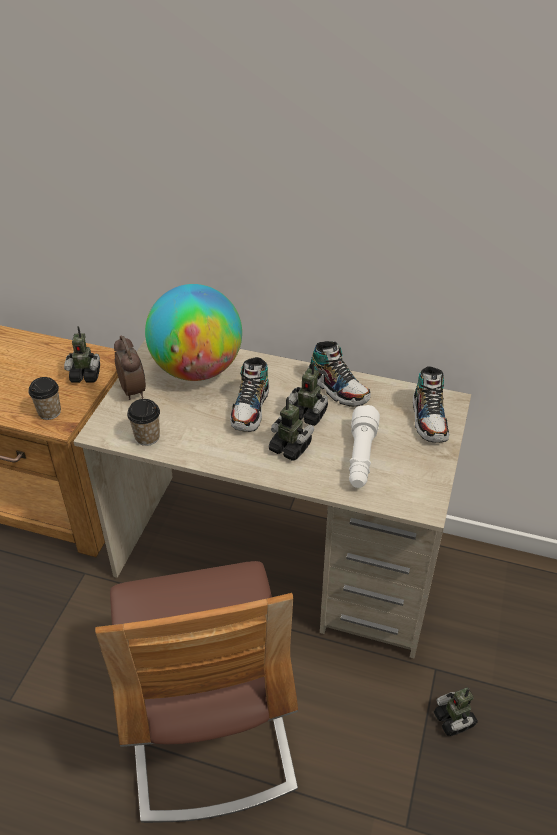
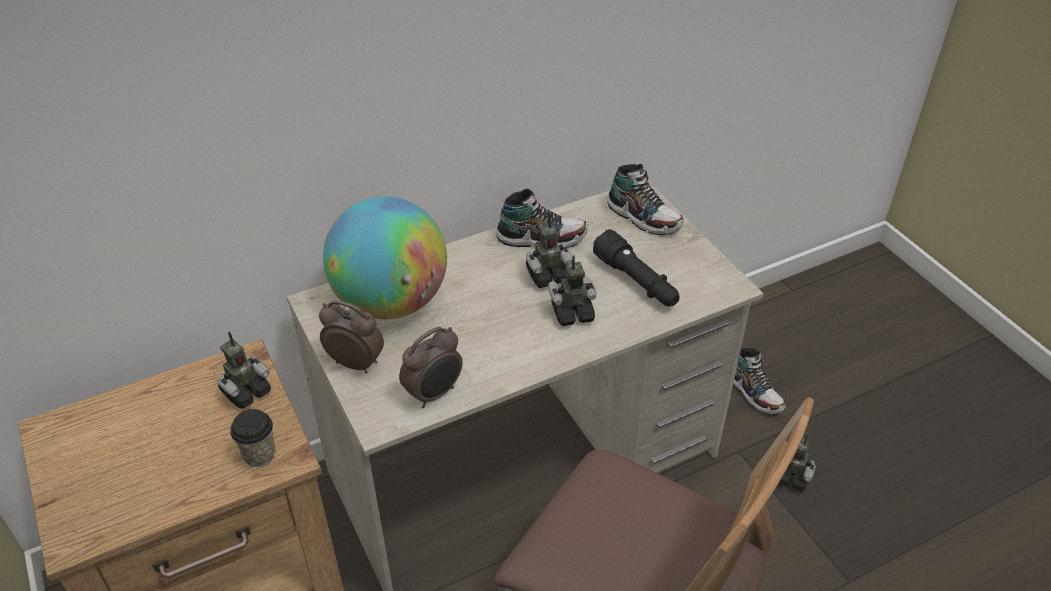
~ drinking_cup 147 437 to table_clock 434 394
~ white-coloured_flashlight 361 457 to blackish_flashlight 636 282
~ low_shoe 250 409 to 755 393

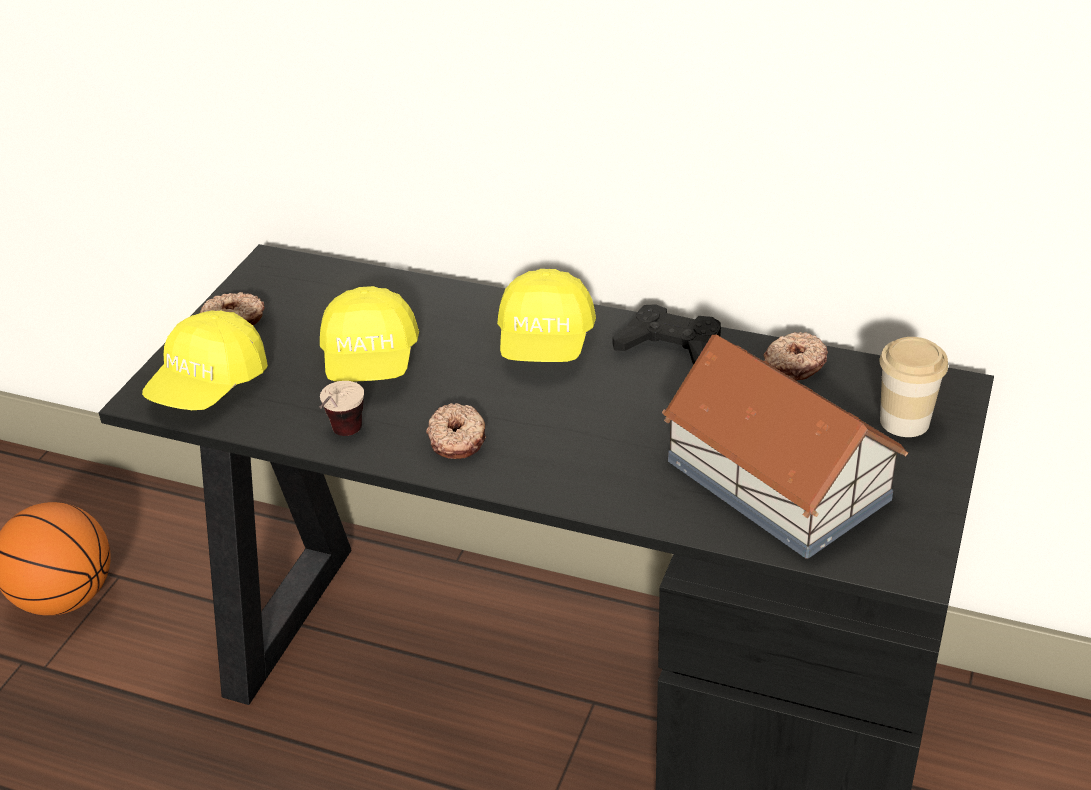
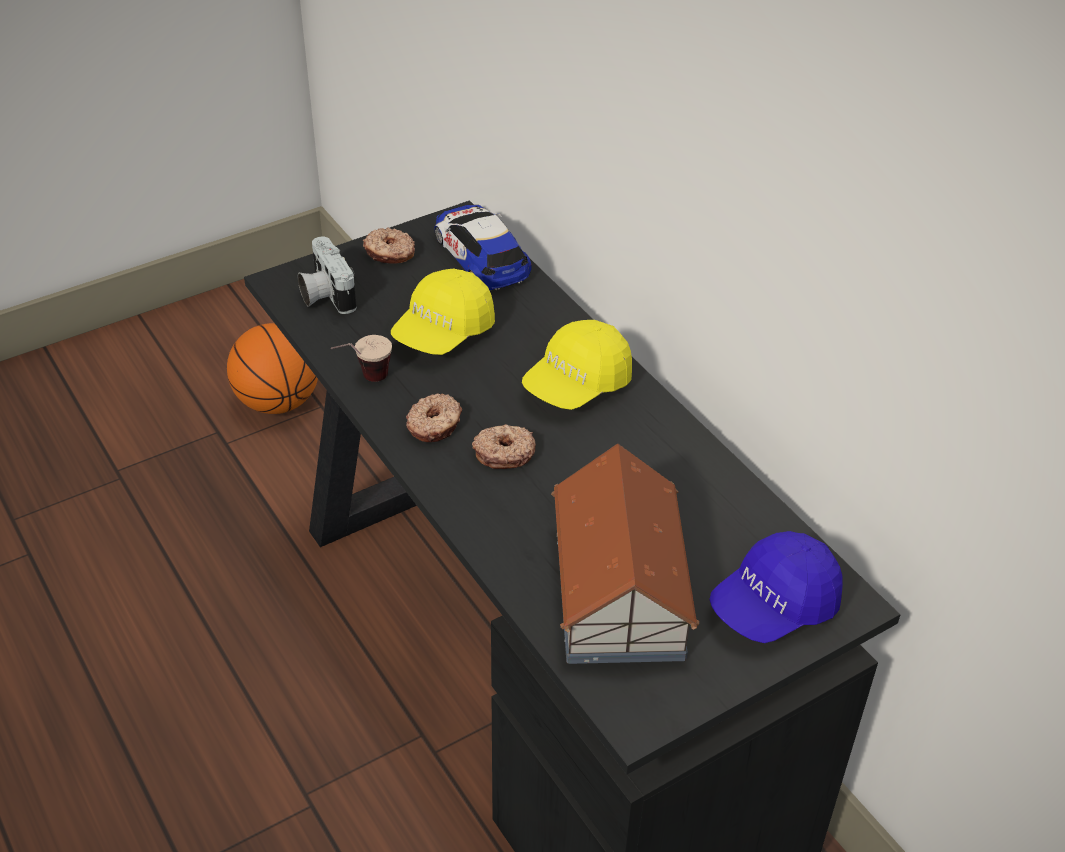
~ yellow_peaked_cap 208 386 to photo_camera 325 294
+ model_car 481 255
~ doughnut 793 364 to 504 453
~ drinking_cup 904 421 to blue-coloured_peaked_cap 774 606
- blackish_gamepad 671 346

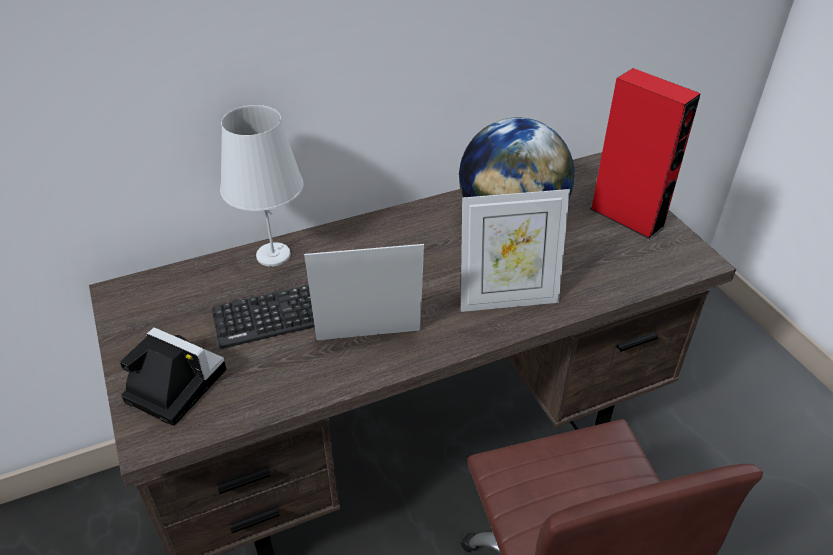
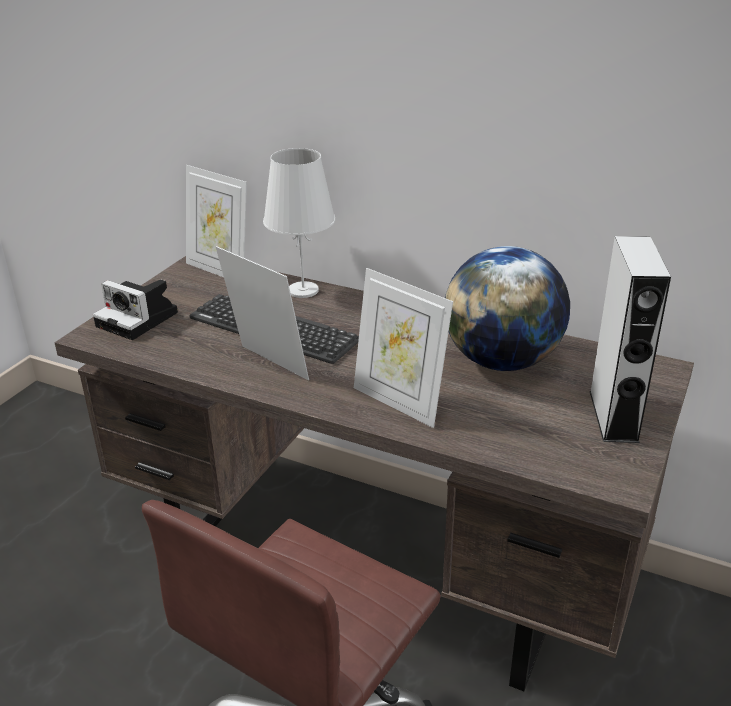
~ photo_camera 172 385 = 140 320 135 degrees clockwise
+ standing_frame 220 270
~ red_audio_speaker 627 217 to greyish_audio_speaker 613 416

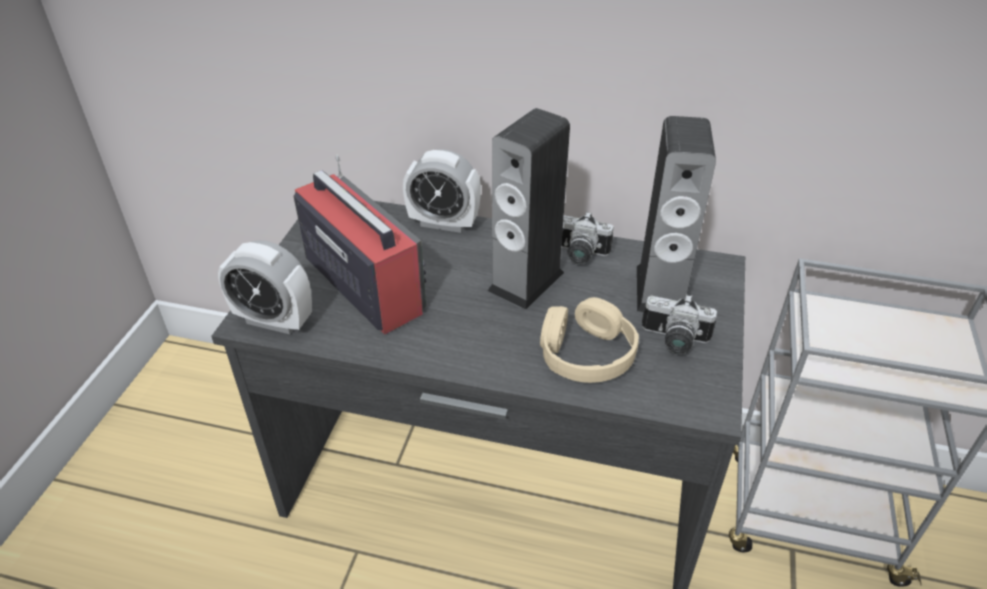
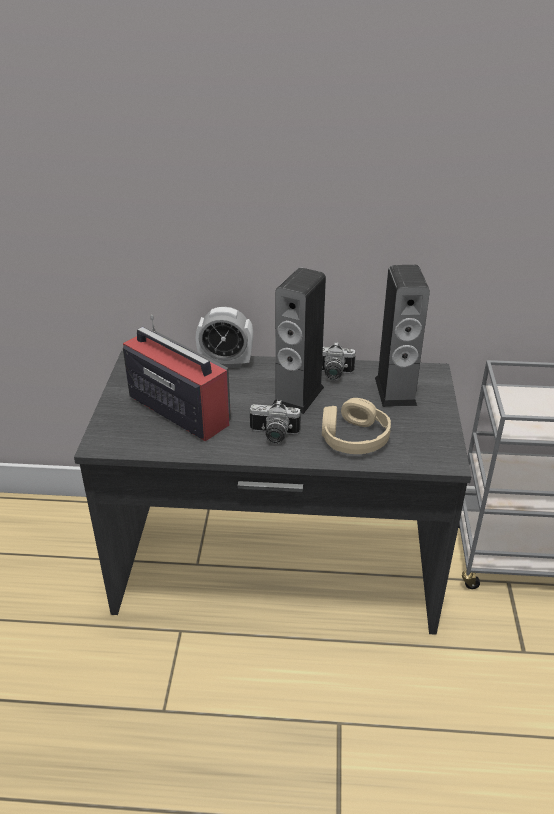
~ photo_camera 673 341 to 273 435
- table_clock 274 320

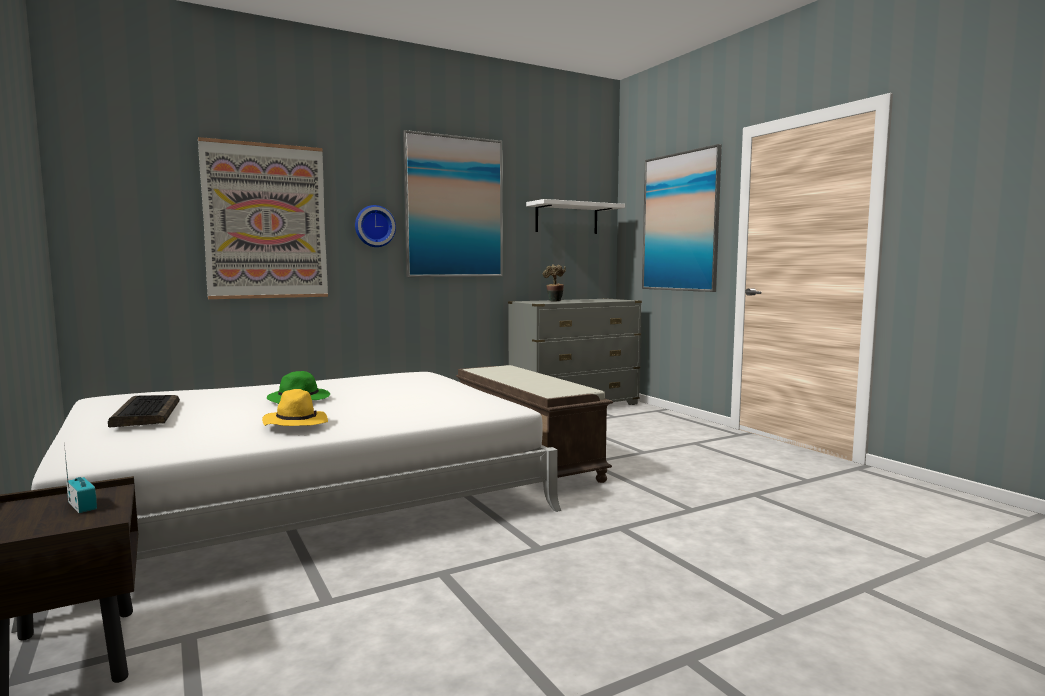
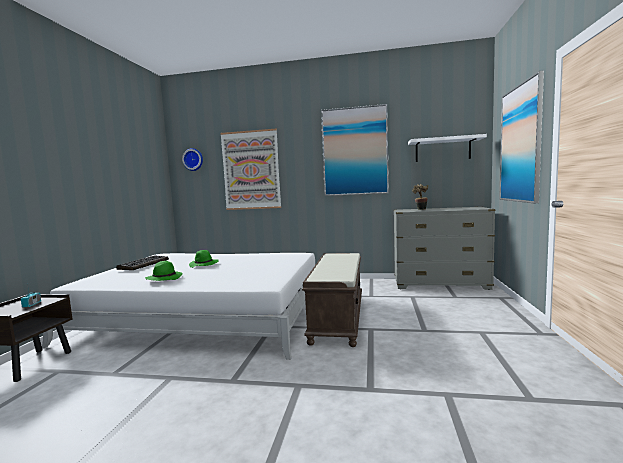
~ yellow_hat 295 423 to green-coloured_hat 164 278
~ hanging_clock 374 226 to 193 159

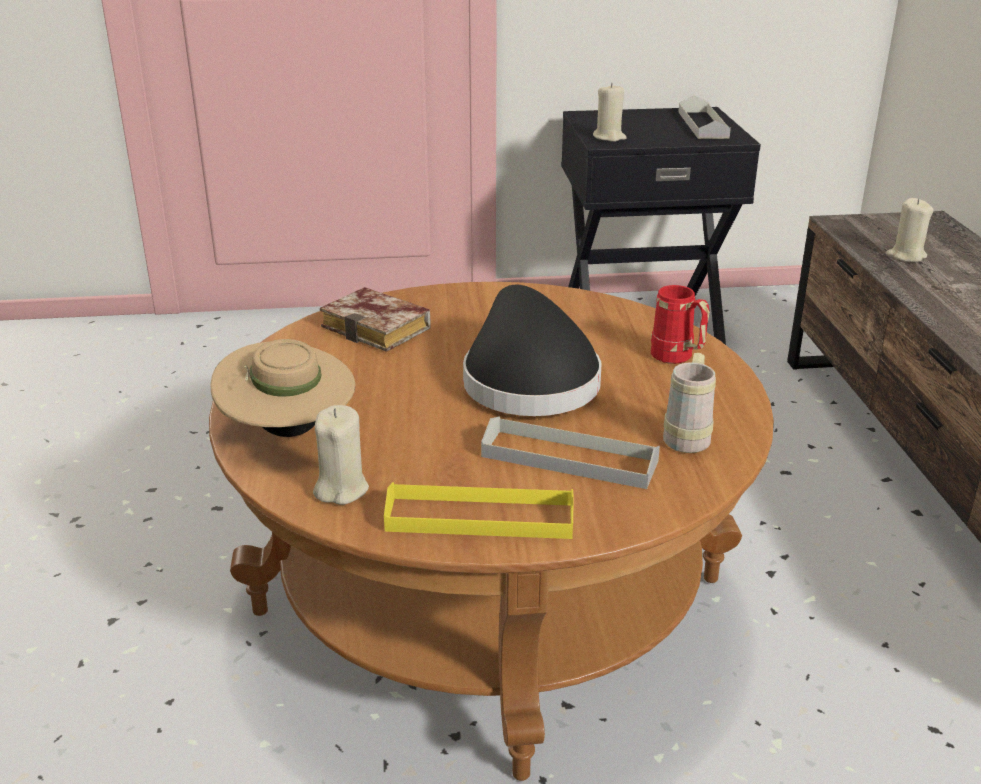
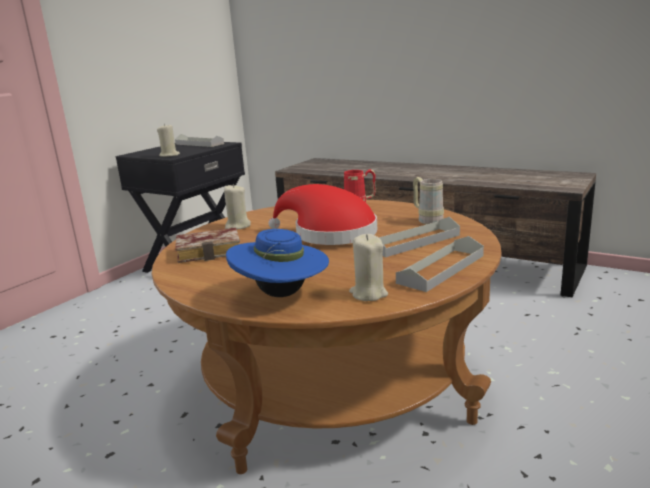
~ beige-coloured_wax_light 906 256 to 237 226
~ beige-coloured_hat 288 431 to blue-coloured_hat 282 295
~ blackish_hat 527 380 to red_hat 329 234
~ yellow_carrying_tray 480 517 to greyish_carrying_tray 441 269

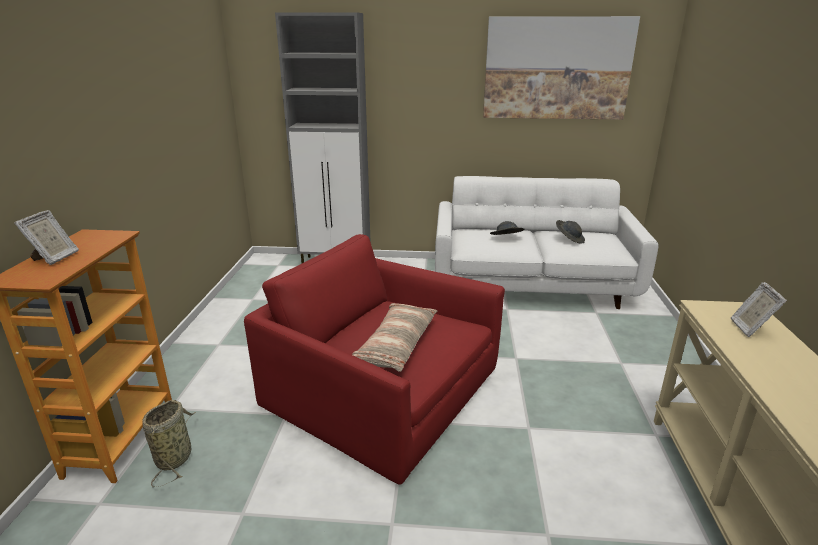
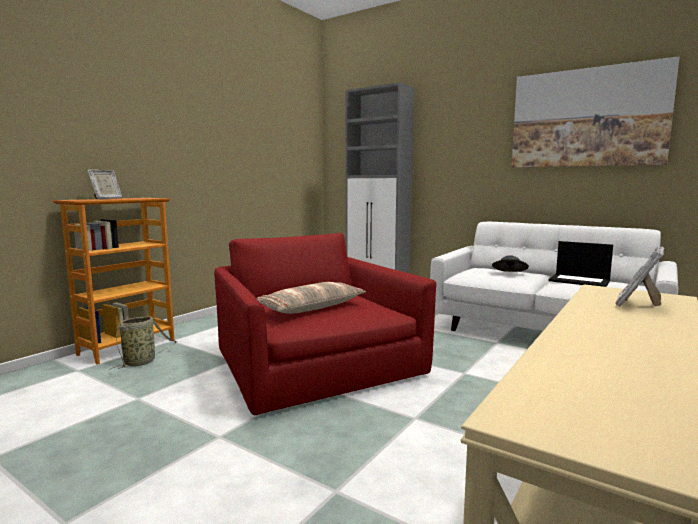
~ greyish_hat 569 239 to portable_computer 580 281

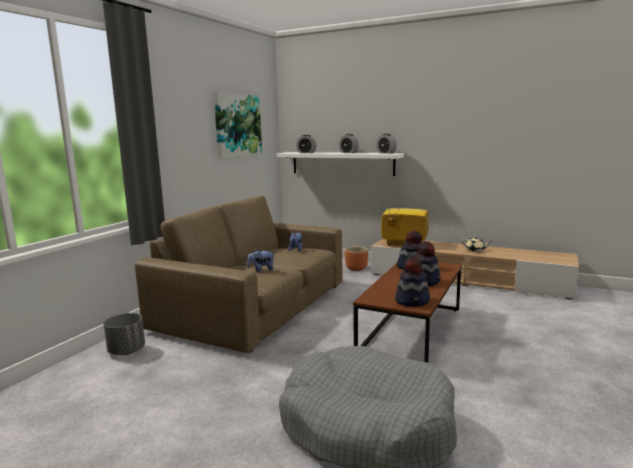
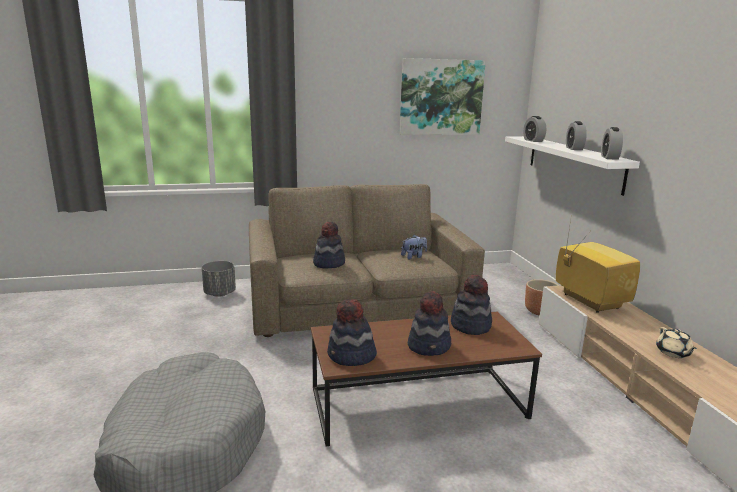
~ soft_toy 261 270 to hat 328 263

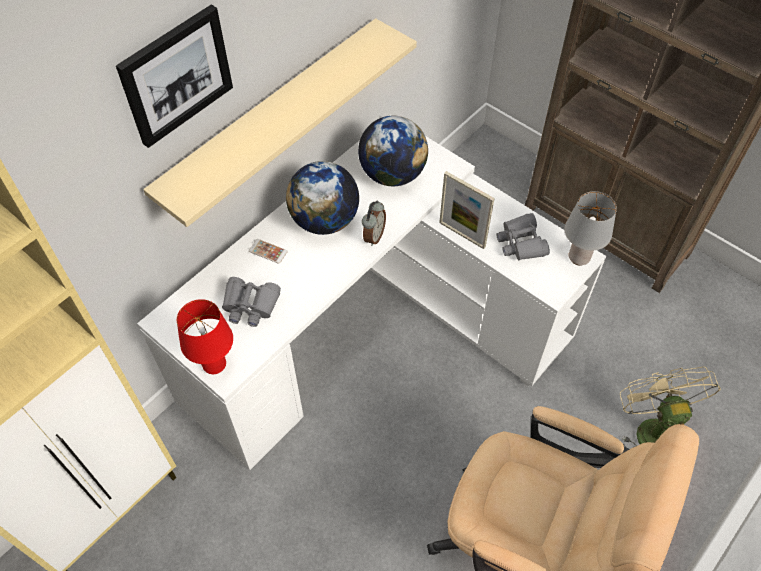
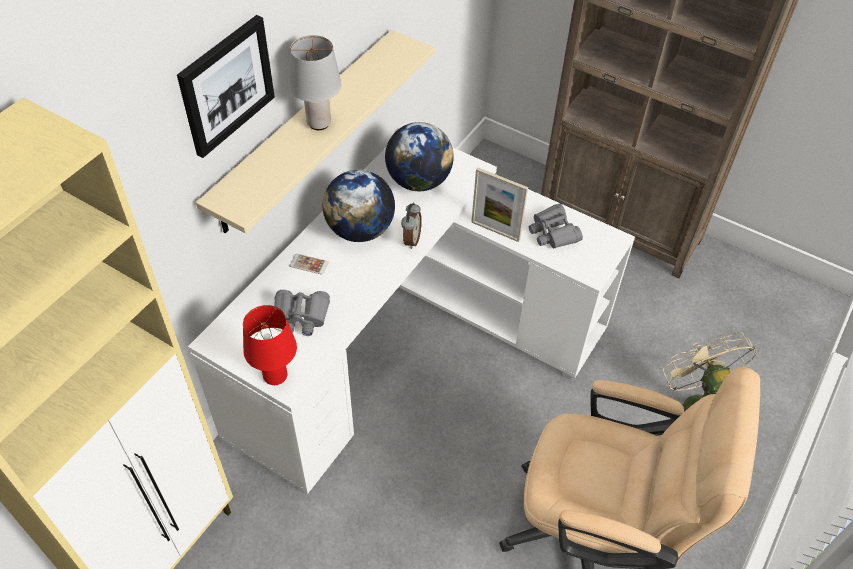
~ greyish_table_lamp 578 258 to 318 123

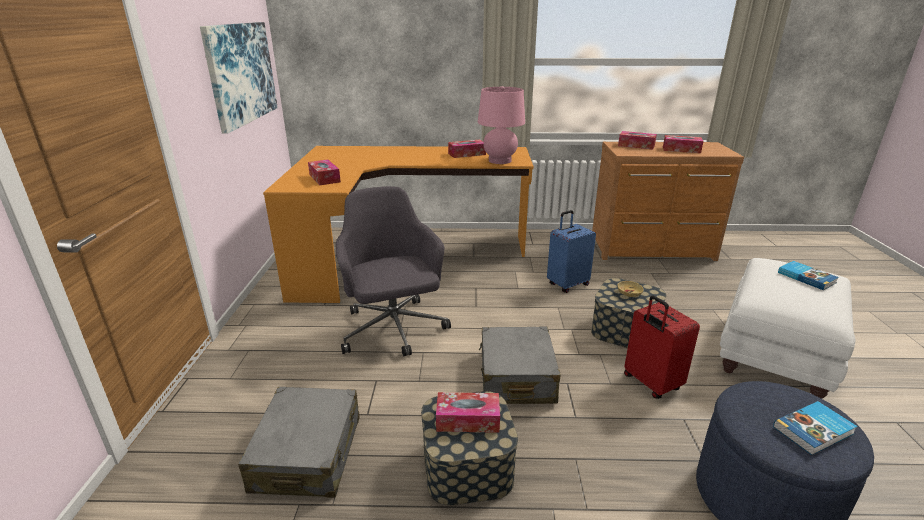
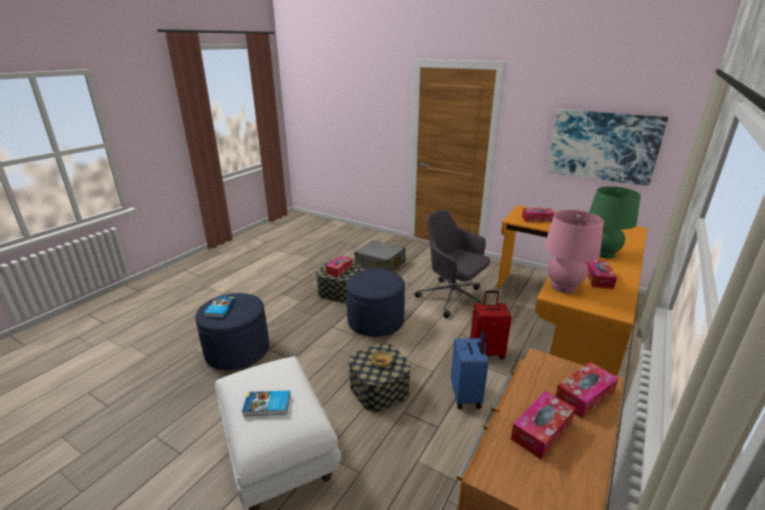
~ greyish_suitcase 516 378 to blue-coloured_ottoman 375 321
~ greyish_office_chair 393 330 = 452 298 150 degrees counterclockwise
~ red_suitcase 650 383 to 487 352
+ green-coloured_table_lamp 603 253

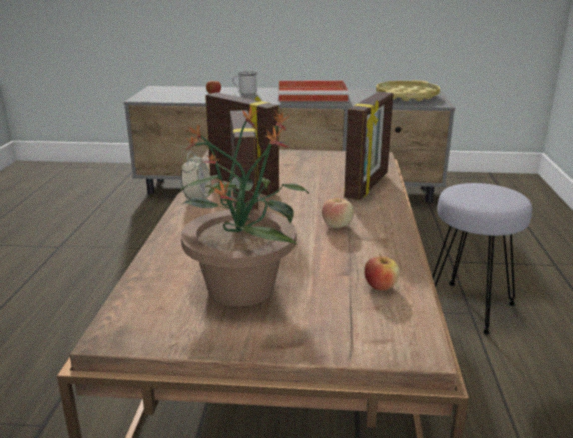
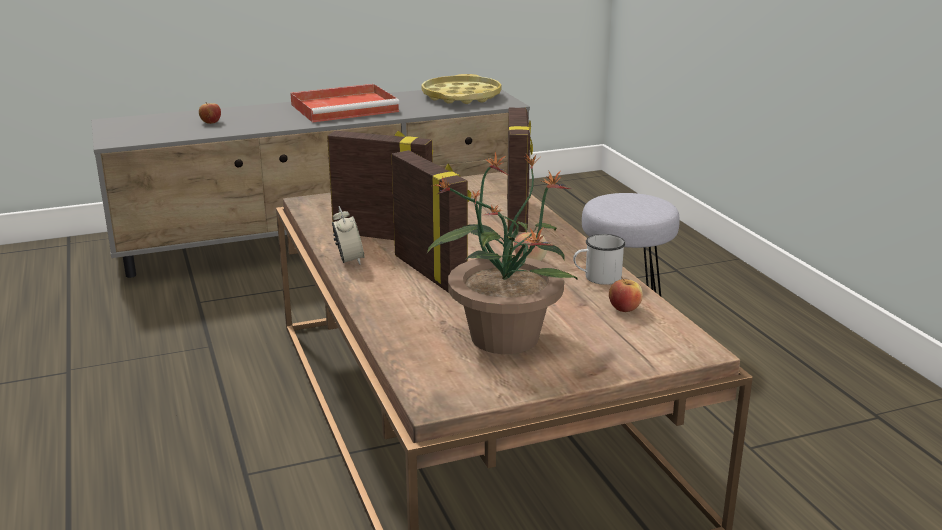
~ white-coloured_tea_mug 245 92 to 597 278

